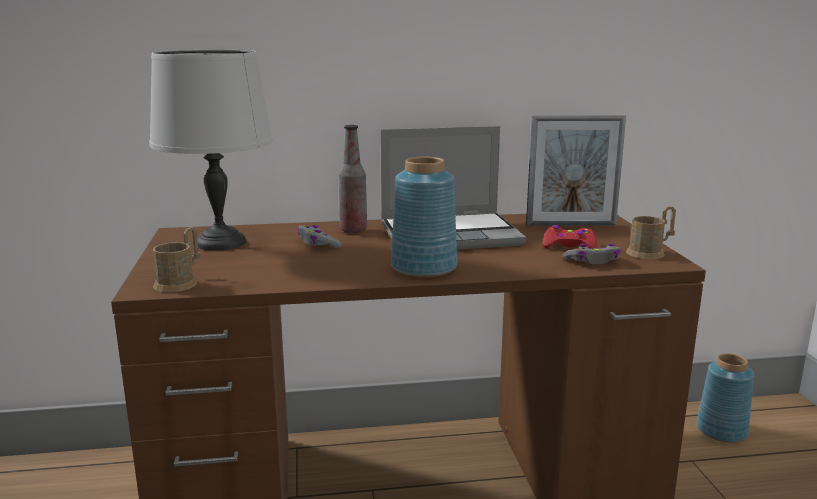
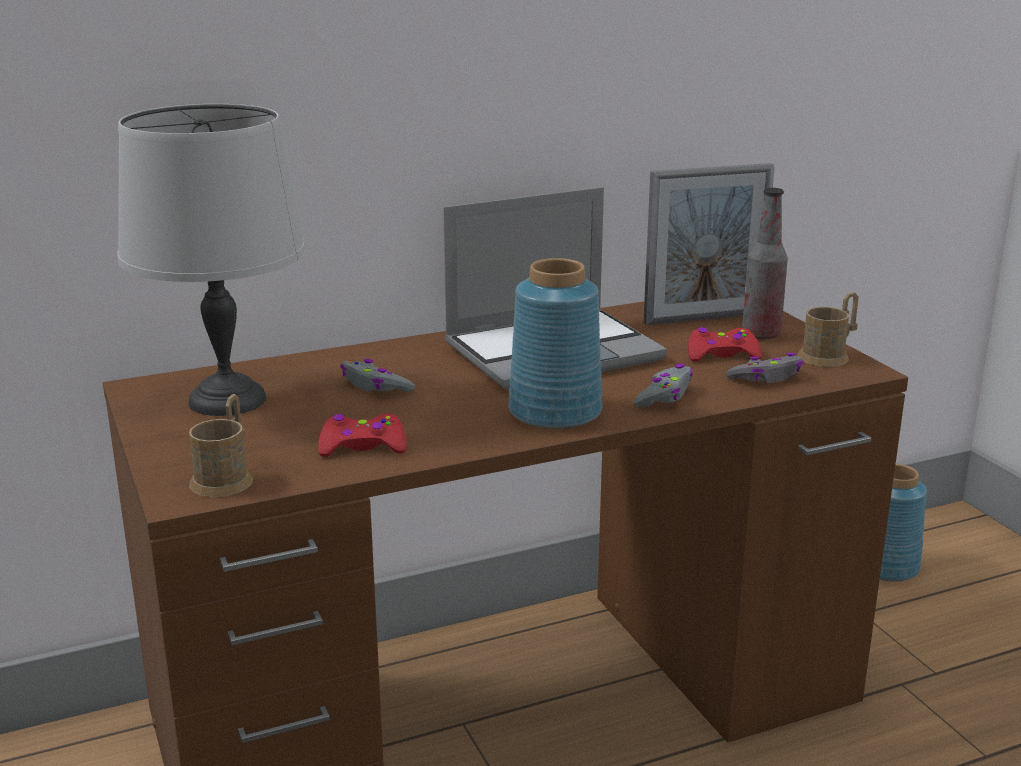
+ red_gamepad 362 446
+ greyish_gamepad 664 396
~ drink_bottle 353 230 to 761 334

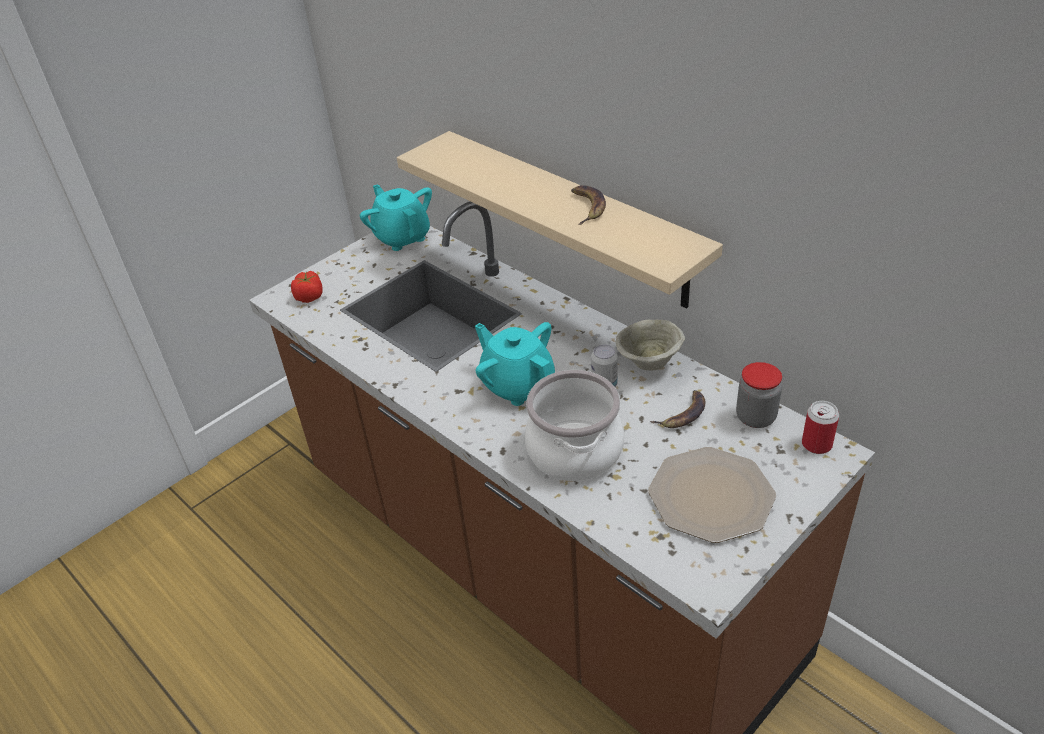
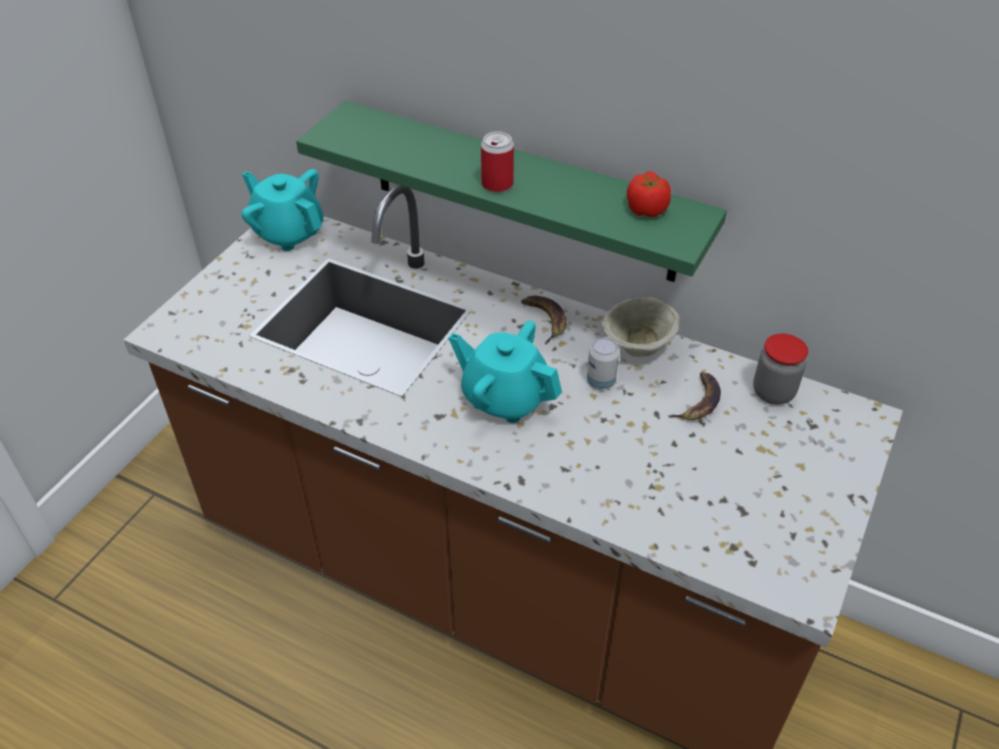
~ beige-coloured_shelf 572 217 to green-coloured_shelf 522 192
~ can 816 444 to 497 184
~ whole_banana 587 207 to 544 320
~ fresh_tomato 309 297 to 646 209
- saucepot 573 451
- dinner_plate 712 495

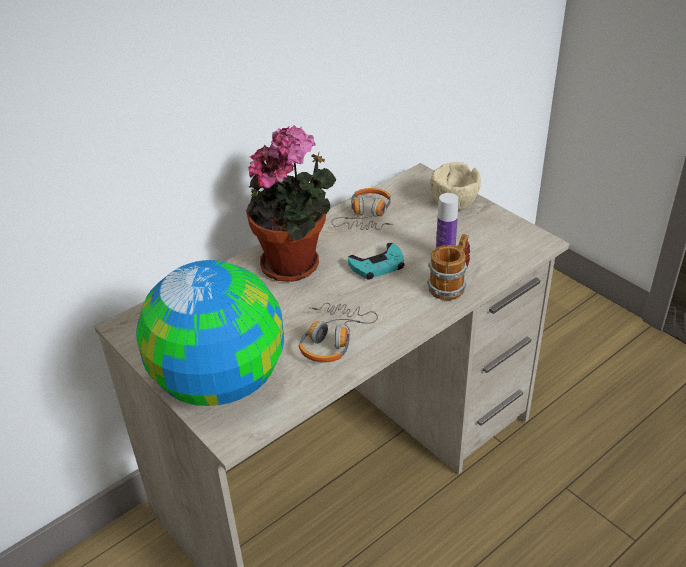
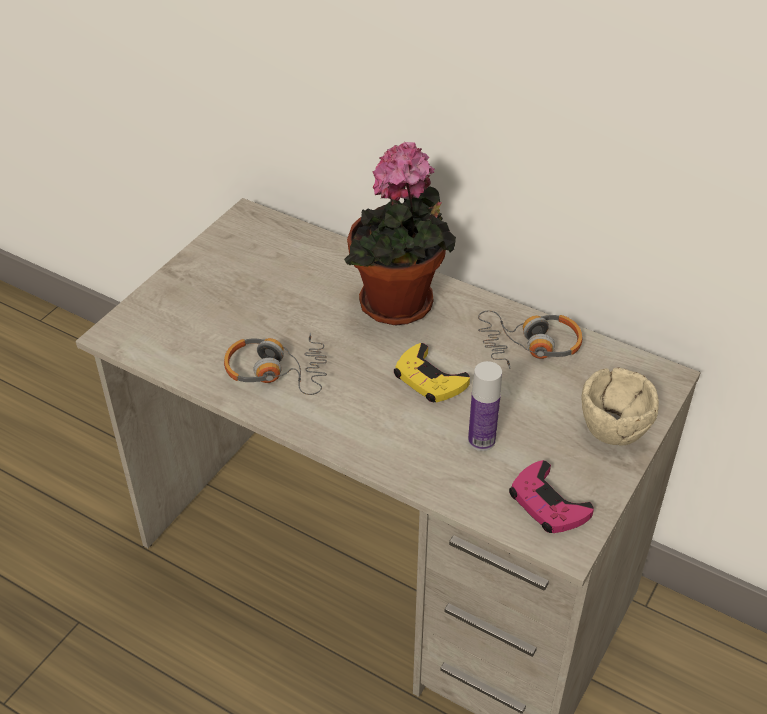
~ turquoise_gamepad 378 266 to yellow_gamepad 429 379
+ pinkish_gamepad 547 504
- world_globe 220 381
- tea_mug 451 285

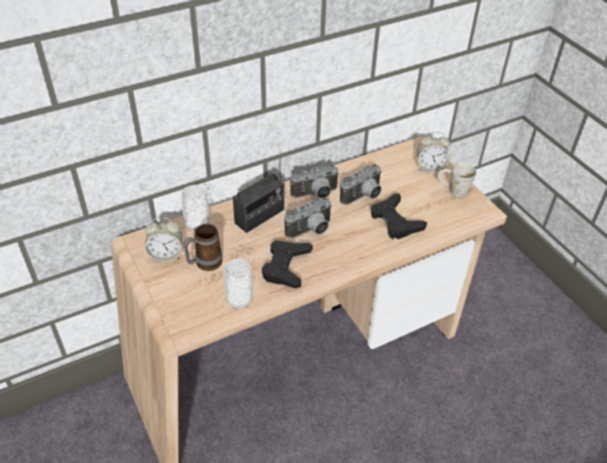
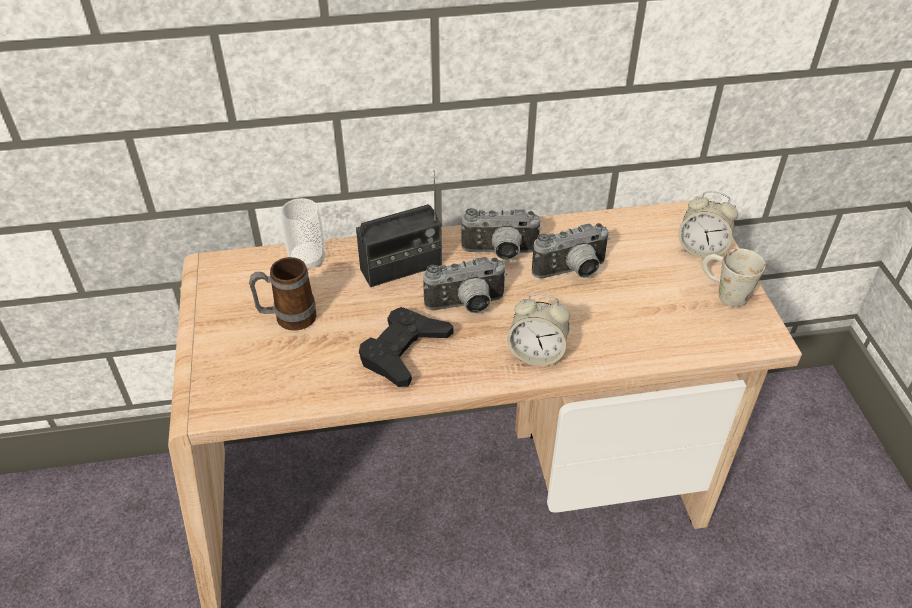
~ table_clock 166 255 to 536 354
- drinking_cup 239 300
- blackish_gamepad 395 221

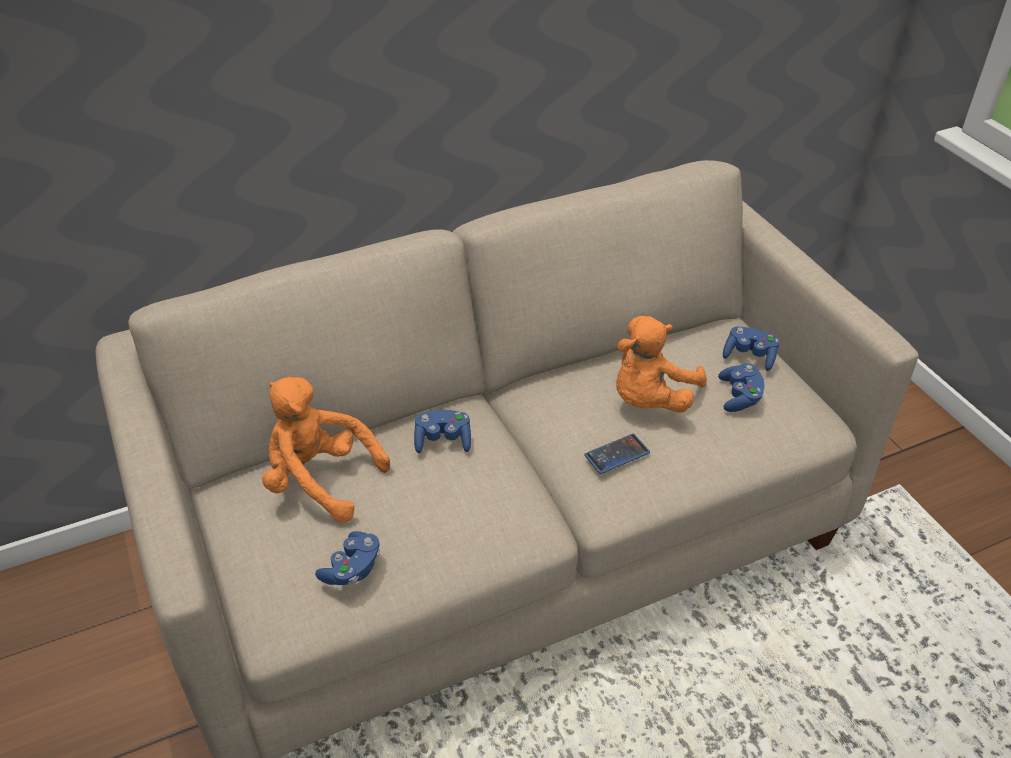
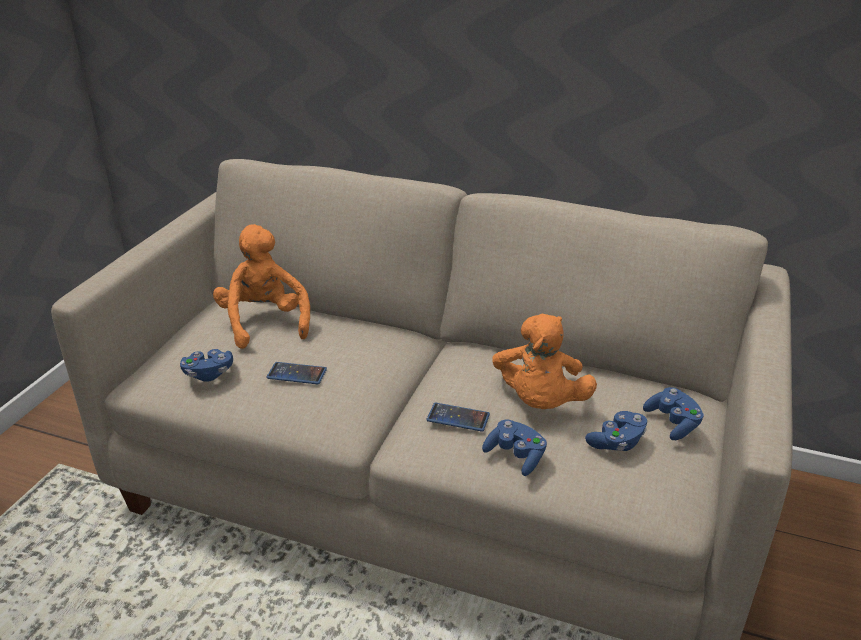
+ telephone 297 374
~ blue-coloured_gamepad 443 441 to 515 456
~ orangey_soft_toy 649 399 = 539 402 75 degrees counterclockwise

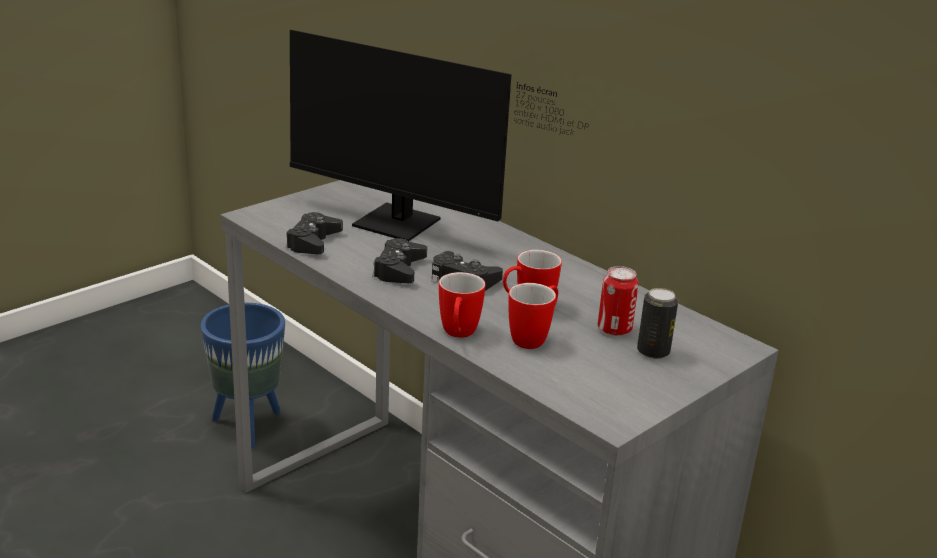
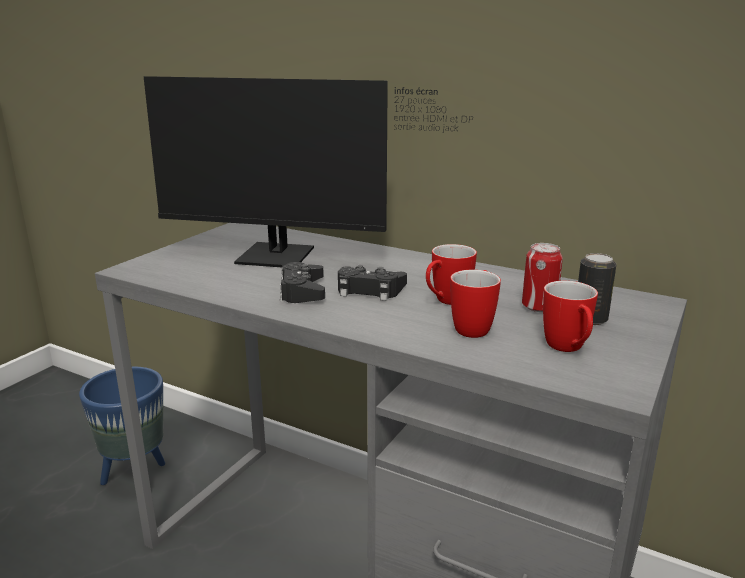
~ tea_mug 458 335 to 568 349
- blackish_gamepad 313 242

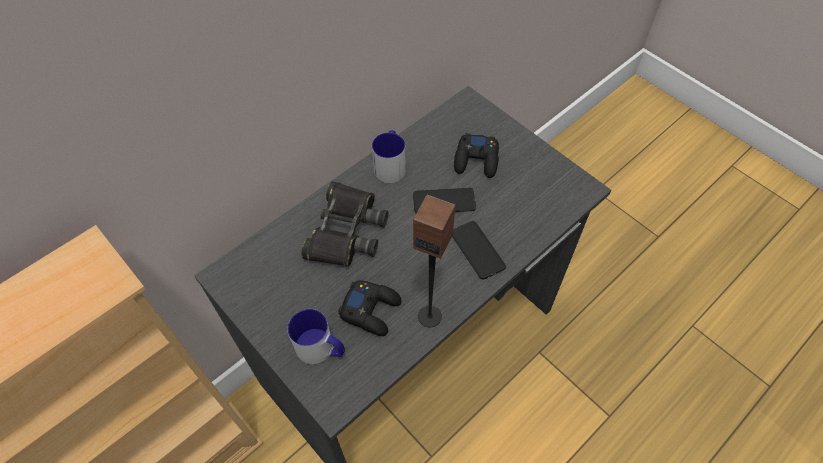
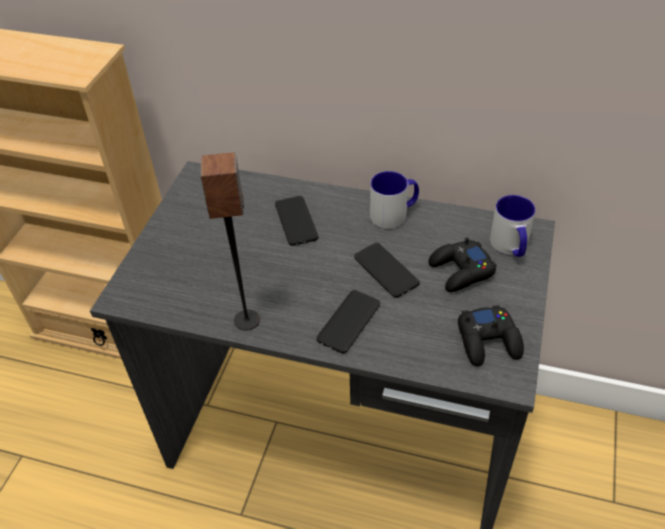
~ blackish_field_glasses 346 231 to telephone 296 221
~ blackish_gamepad 371 310 to 488 341
~ tea_mug 321 349 to 510 247

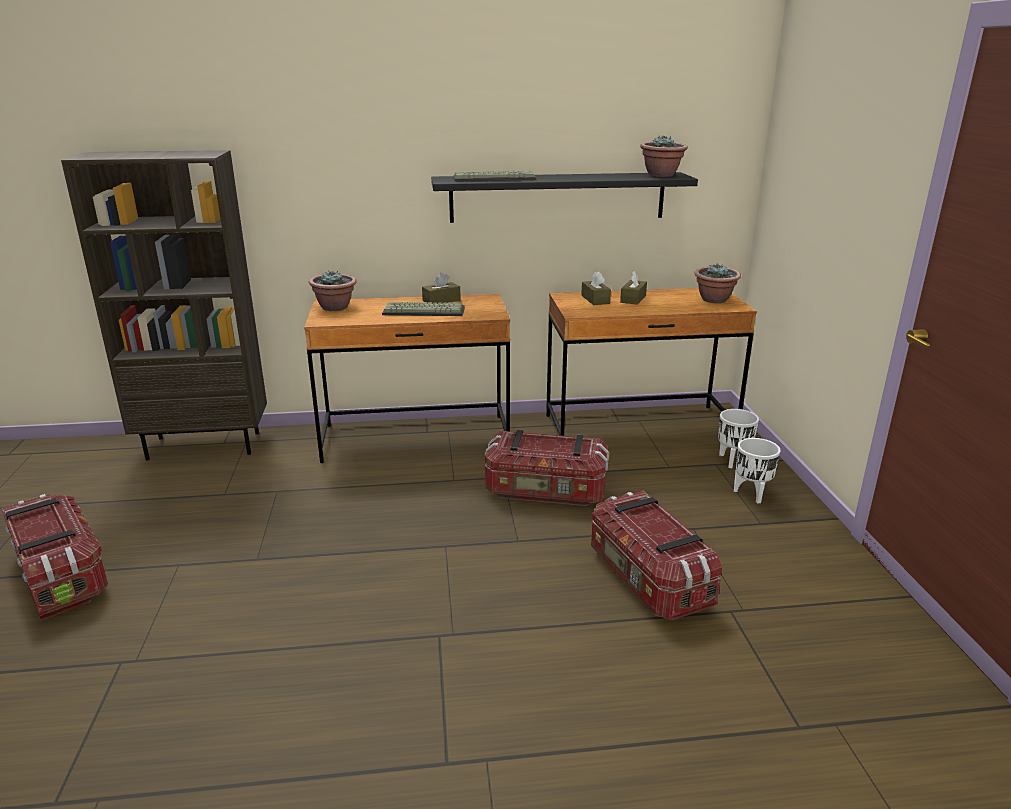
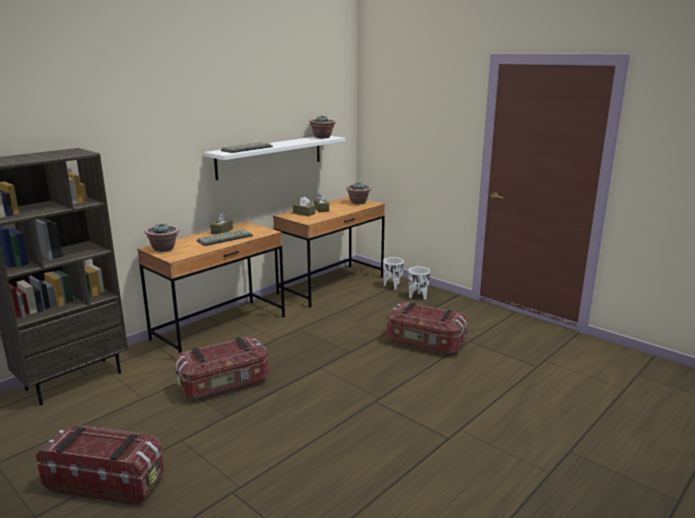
~ storage_box 545 492 to 224 385
~ blackish_shelf 557 197 to white-coloured_shelf 270 156

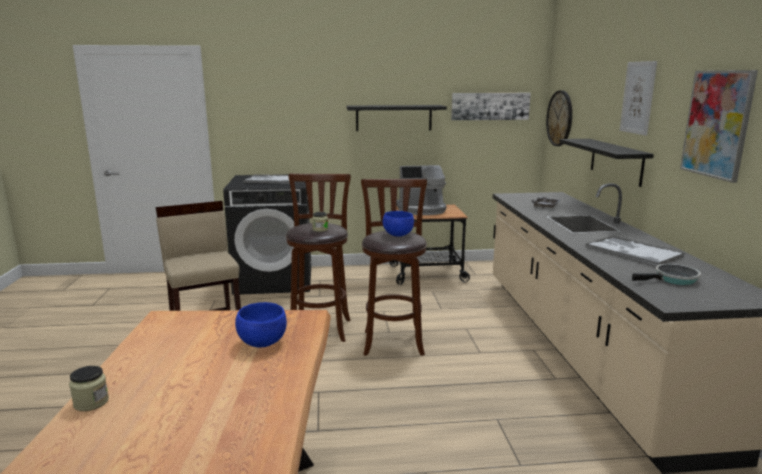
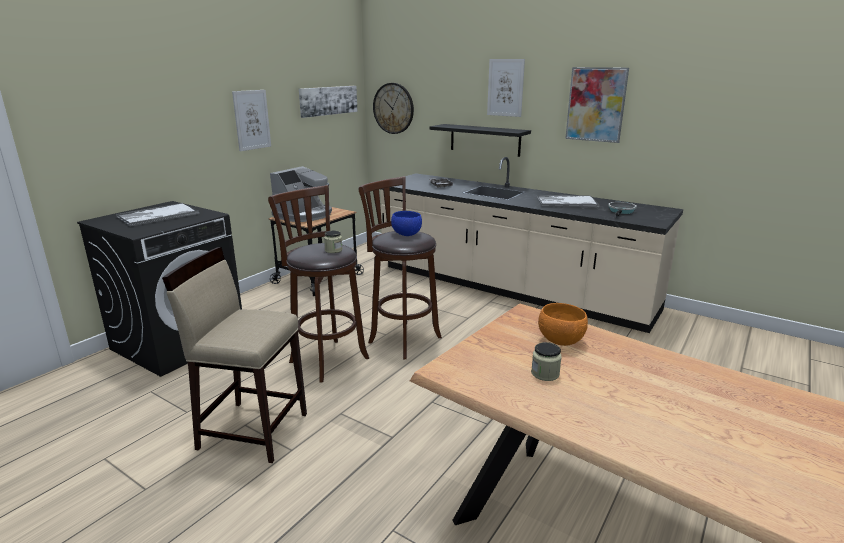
~ blackish_shelf 394 118 to picture 252 120
~ jar 91 402 to 545 373
~ blue-coloured_serving_bowl 262 343 to orangey_serving_bowl 561 341

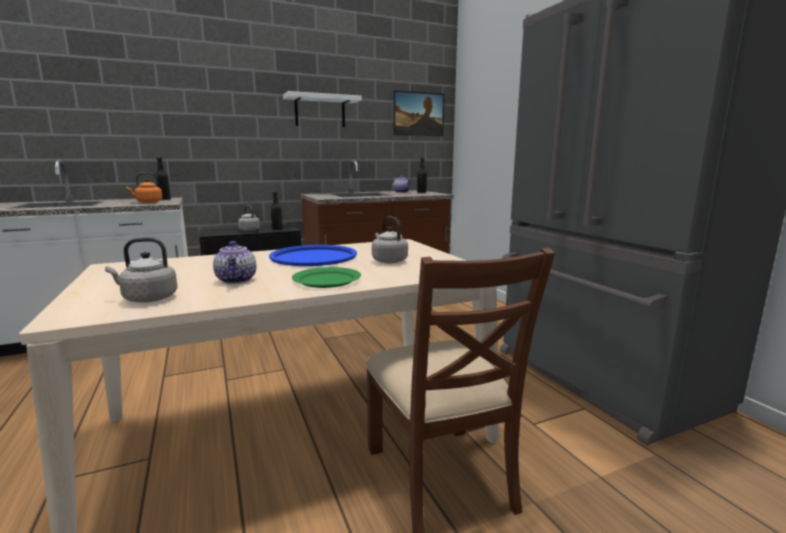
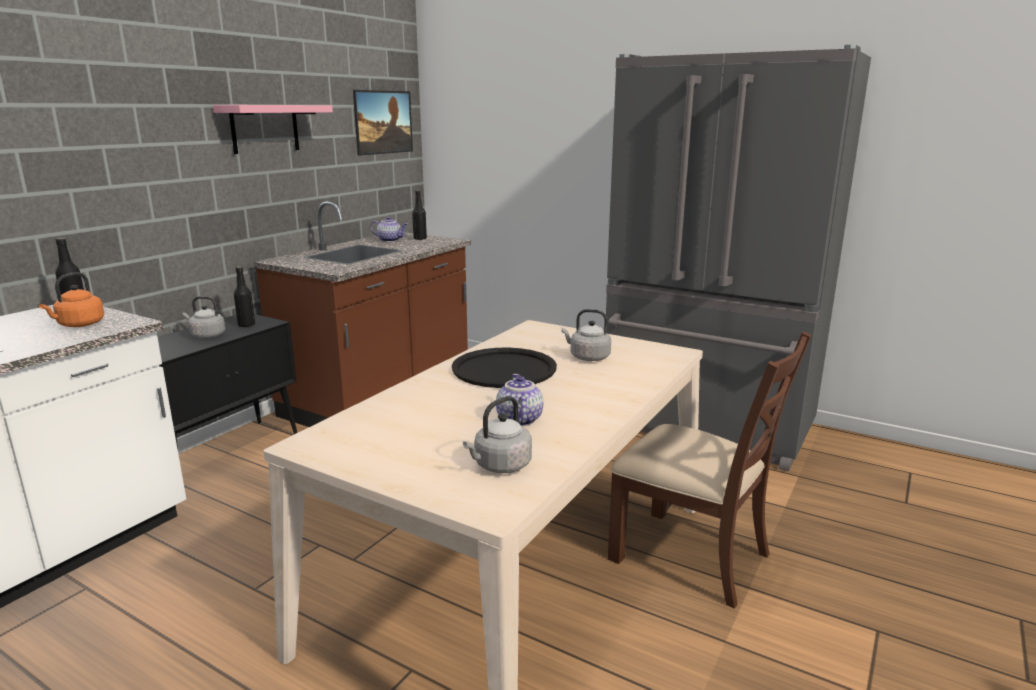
~ white-coloured_shelf 320 111 to pinkish_shelf 265 128
~ blue-coloured_carrying_tray 314 257 to blackish_carrying_tray 504 369
~ pot_for_tea 237 280 = 518 419 135 degrees counterclockwise
- green-coloured_dinner_plate 326 280

